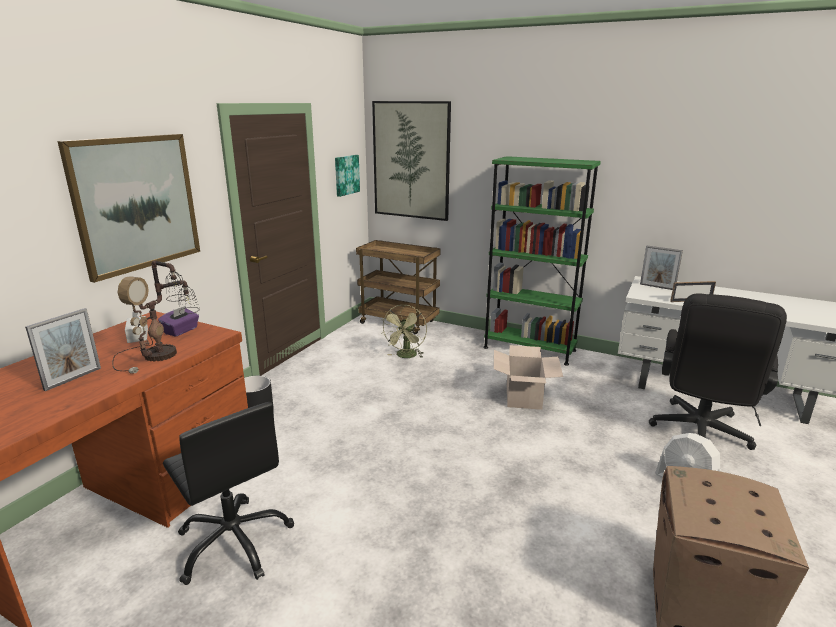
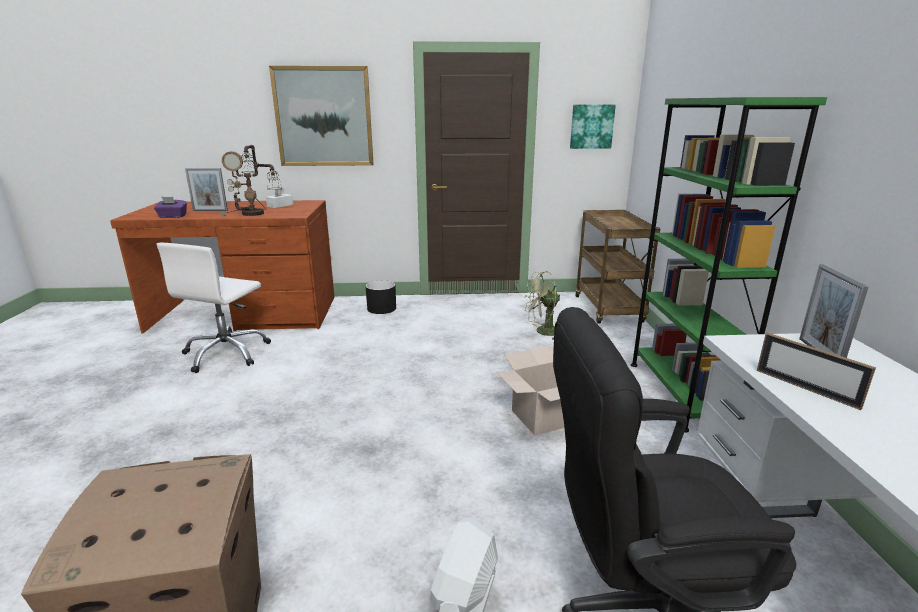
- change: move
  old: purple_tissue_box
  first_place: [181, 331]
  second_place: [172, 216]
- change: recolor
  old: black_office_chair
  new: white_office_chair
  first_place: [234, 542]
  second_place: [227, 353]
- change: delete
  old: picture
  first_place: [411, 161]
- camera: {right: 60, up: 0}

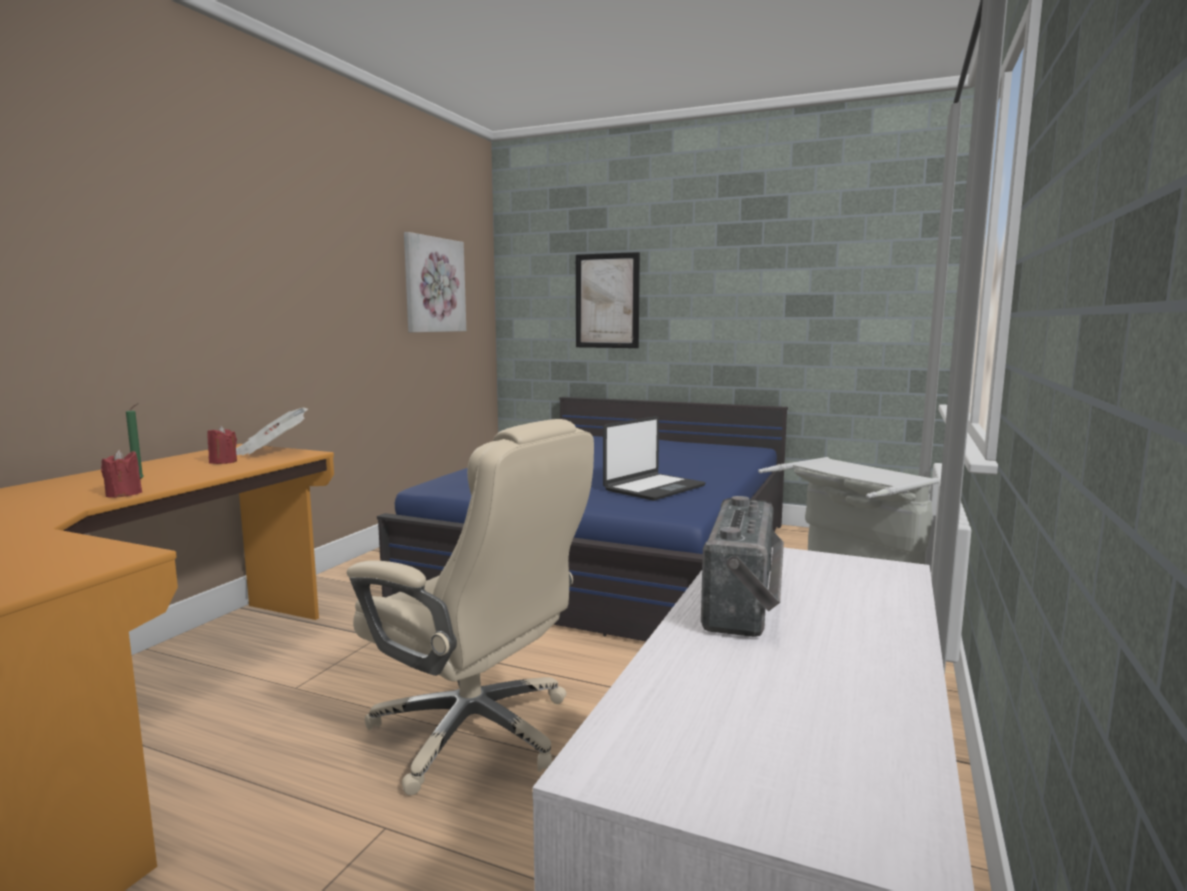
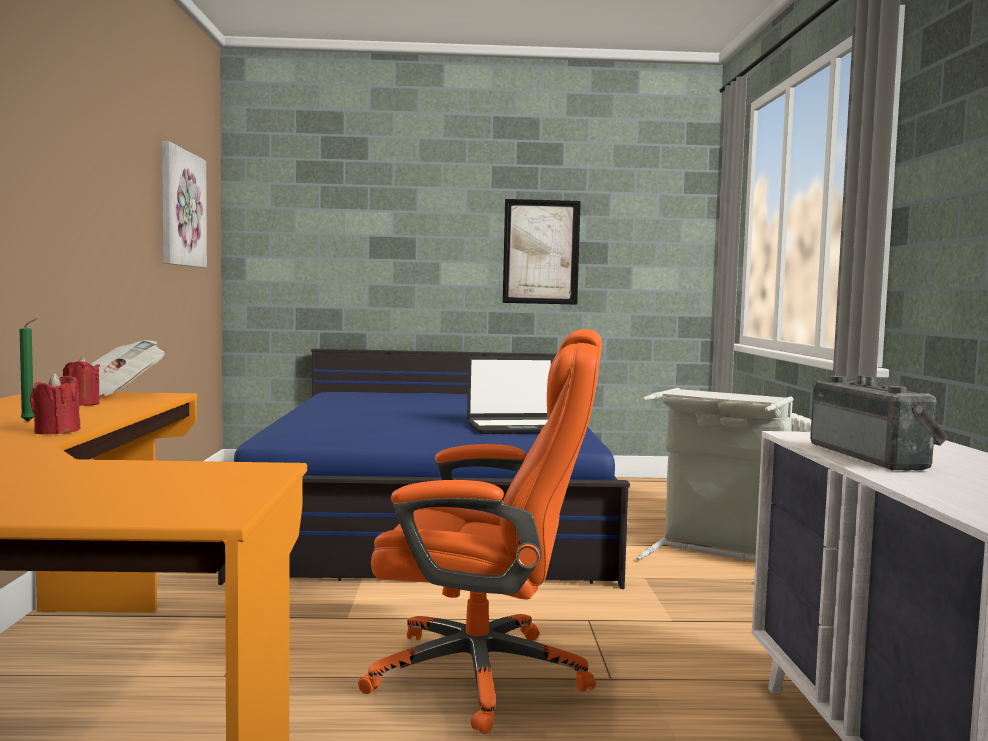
- change: recolor
  old: beige_office_chair
  new: orange_office_chair
  first_place: [476, 732]
  second_place: [484, 675]
- change: rotate
  old: laptop
  first_place: [653, 488]
  second_place: [516, 428]
  degrees: 60
- change: move
  old: picture
  first_place: [607, 301]
  second_place: [541, 252]
- camera: {right: -25, up: -5}

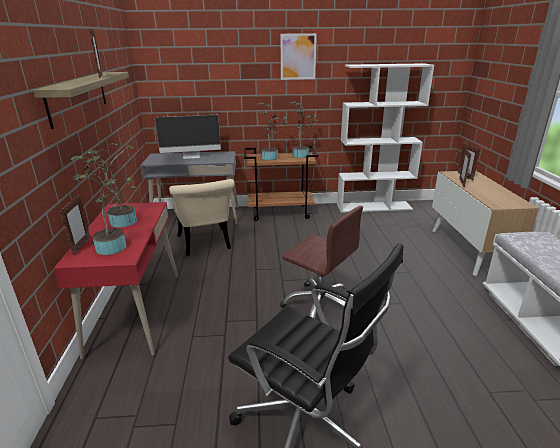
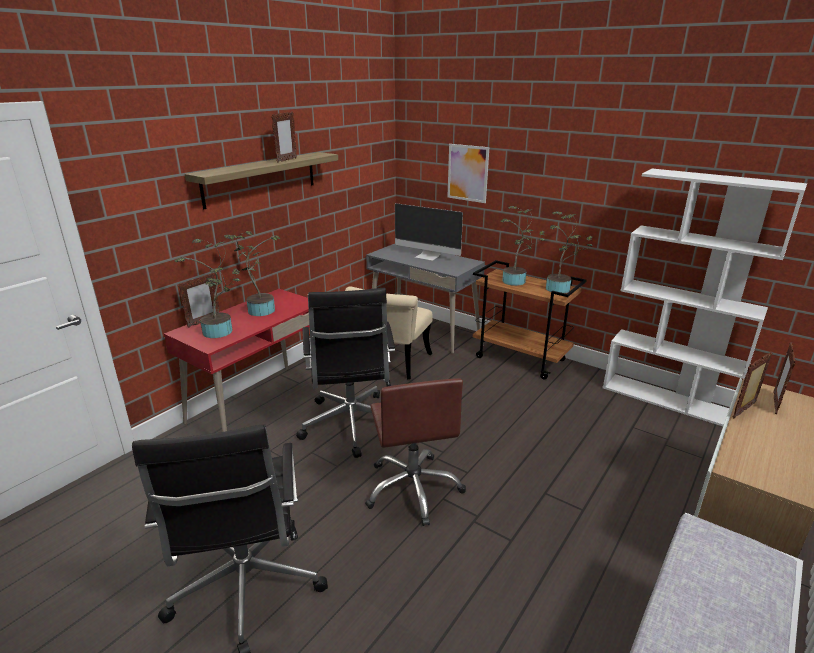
- change: insert
  new: black_office_chair
  second_place: [351, 426]
- change: move
  old: picture
  first_place: [298, 56]
  second_place: [467, 173]
- camera: {right: 40, up: 0}

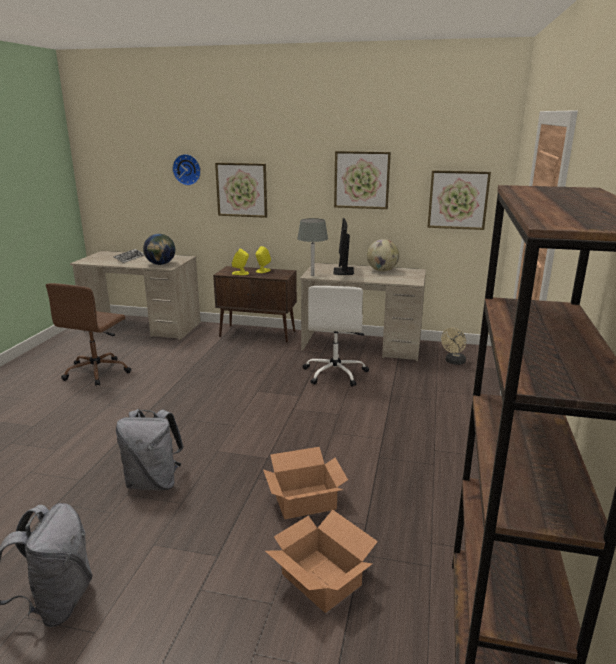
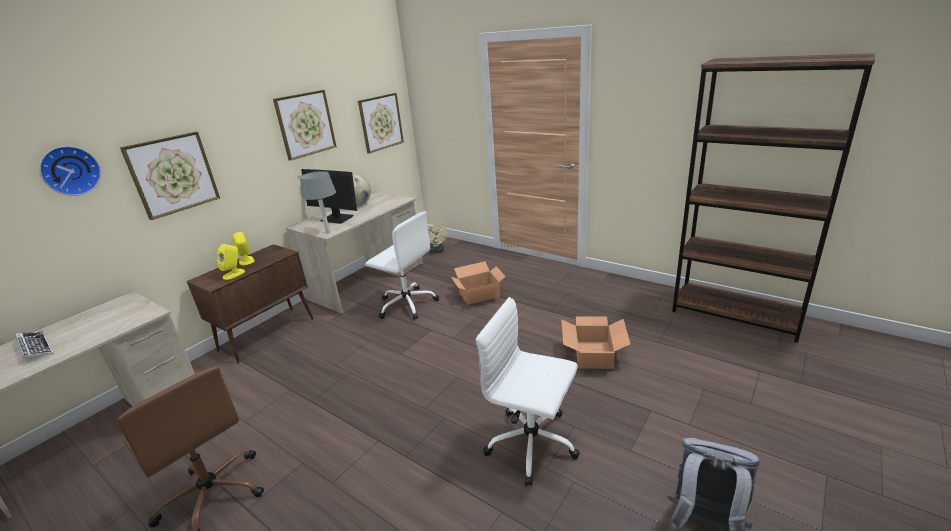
- change: move
  old: cardboard_box
  first_place: [321, 580]
  second_place: [480, 294]
- change: replace
  old: grey_backpack
  new: white_office_chair
  first_place: [154, 482]
  second_place: [533, 444]
- change: delete
  old: globe
  first_place: [161, 264]
- camera: {right: -65, up: 5}

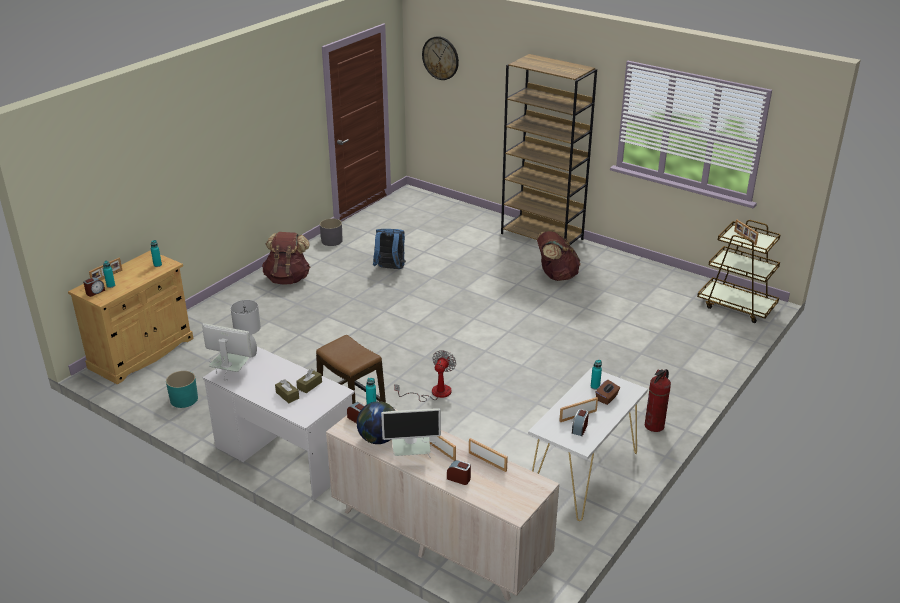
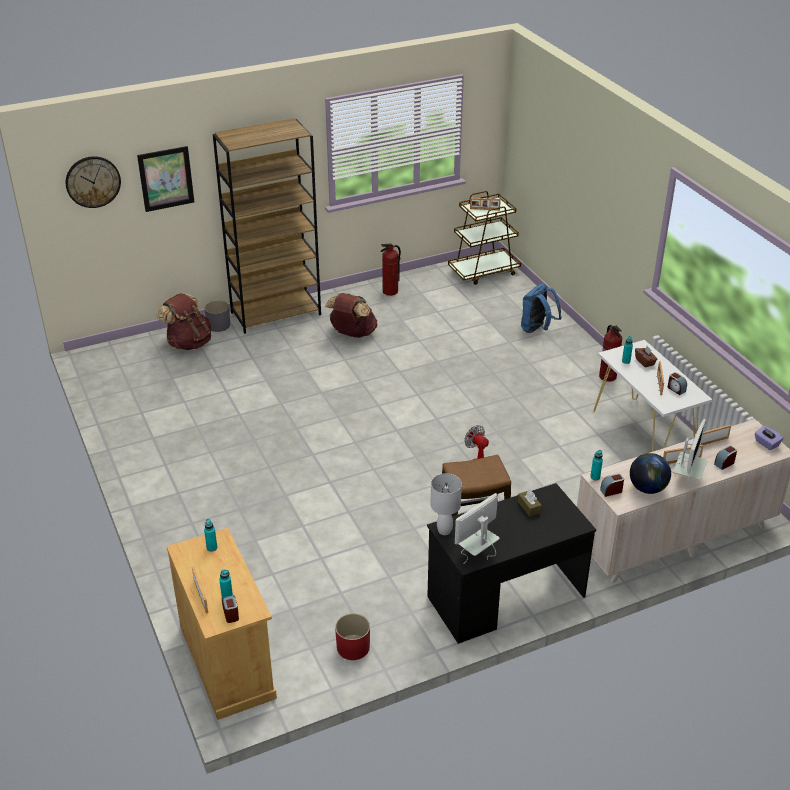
- change: insert
  new: picture
  second_place: [166, 178]
- change: move
  old: brown_backpack
  first_place: [288, 279]
  second_place: [189, 343]
- change: move
  old: grey_planter
  first_place: [332, 241]
  second_place: [218, 325]
- change: recolor
  old: turquoise_planter
  new: red_planter
  first_place: [184, 399]
  second_place: [353, 647]
- change: insert
  new: fire_extinguisher
  second_place: [390, 291]
- change: recolor
  old: white_desk
  new: black_desk
  first_place: [285, 456]
  second_place: [505, 597]
- change: move
  old: blue_backpack
  first_place: [390, 269]
  second_place: [537, 329]
- change: insert
  new: purple_tissue_box
  second_place: [766, 443]
- change: delete
  old: brown_tissue_box
  first_place: [287, 395]
- camera: {right: -60, up: 5}

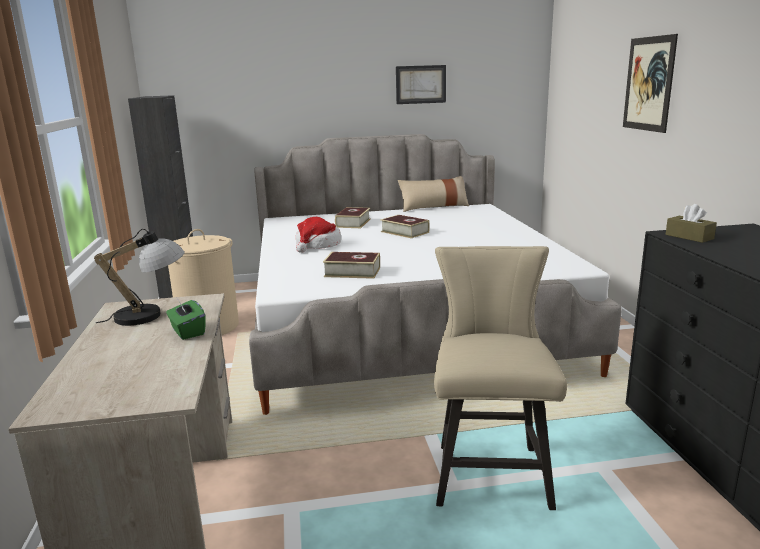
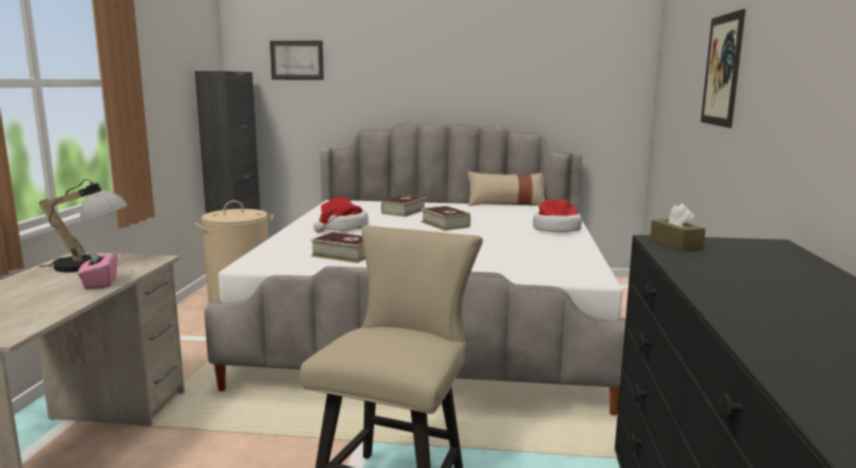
- change: recolor
  old: green_tissue_box
  new: pink_tissue_box
  first_place: [187, 331]
  second_place: [100, 283]
- change: move
  old: picture
  first_place: [420, 84]
  second_place: [297, 60]
- change: insert
  new: hat
  second_place: [556, 229]
- camera: {right: 15, up: -5}

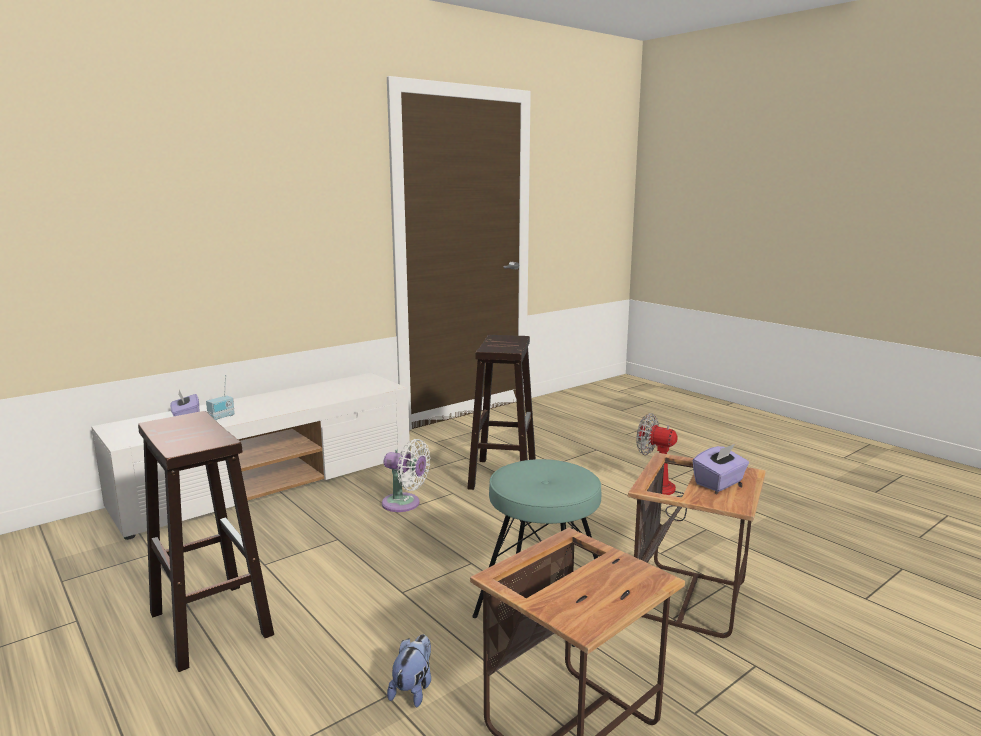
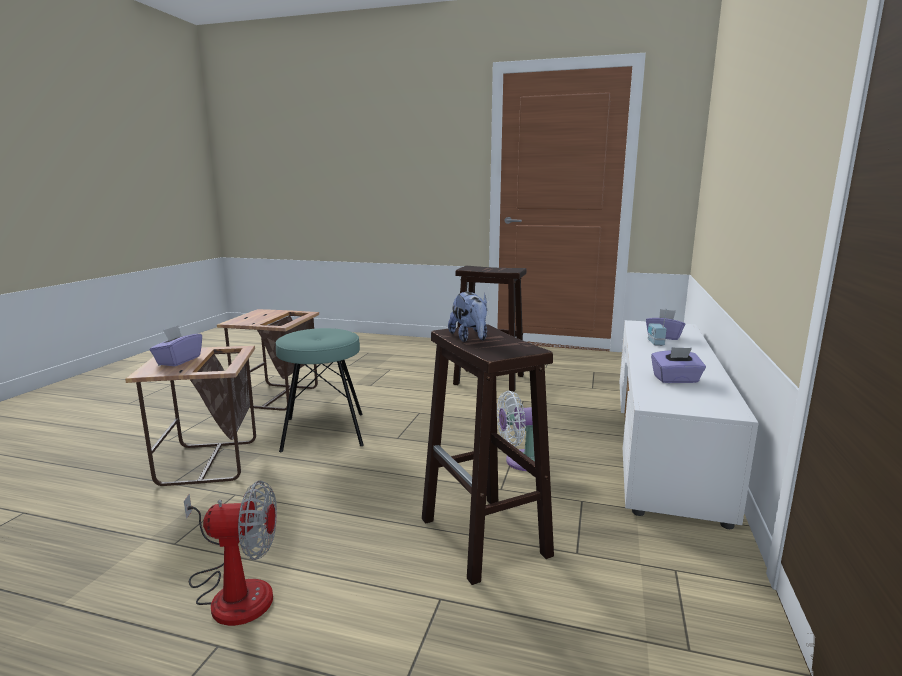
- change: move
  old: plush_toy
  first_place: [413, 689]
  second_place: [470, 338]
- change: insert
  new: purple_tissue_box
  second_place: [676, 380]
- camera: {right: 145, up: 0}

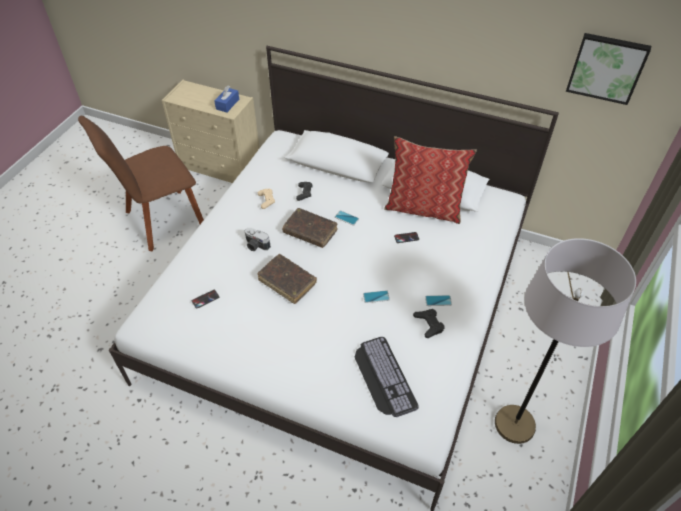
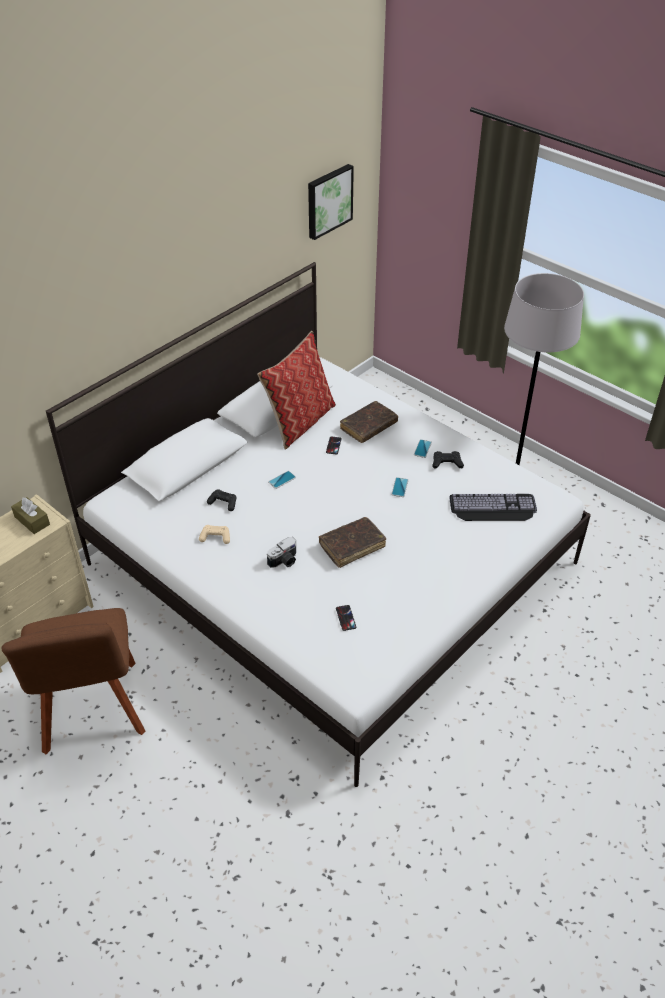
- change: recolor
  old: blue_tissue_box
  new: brown_tissue_box
  first_place: [227, 104]
  second_place: [32, 520]
- change: move
  old: brown_book
  first_place: [310, 232]
  second_place: [368, 426]
- camera: {right: -70, up: -5}

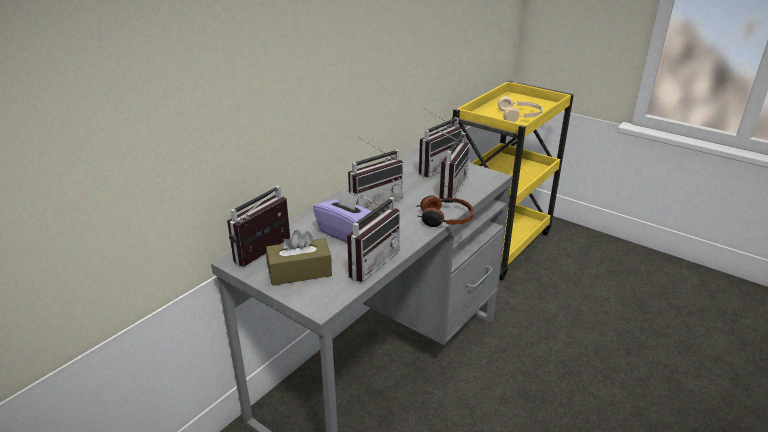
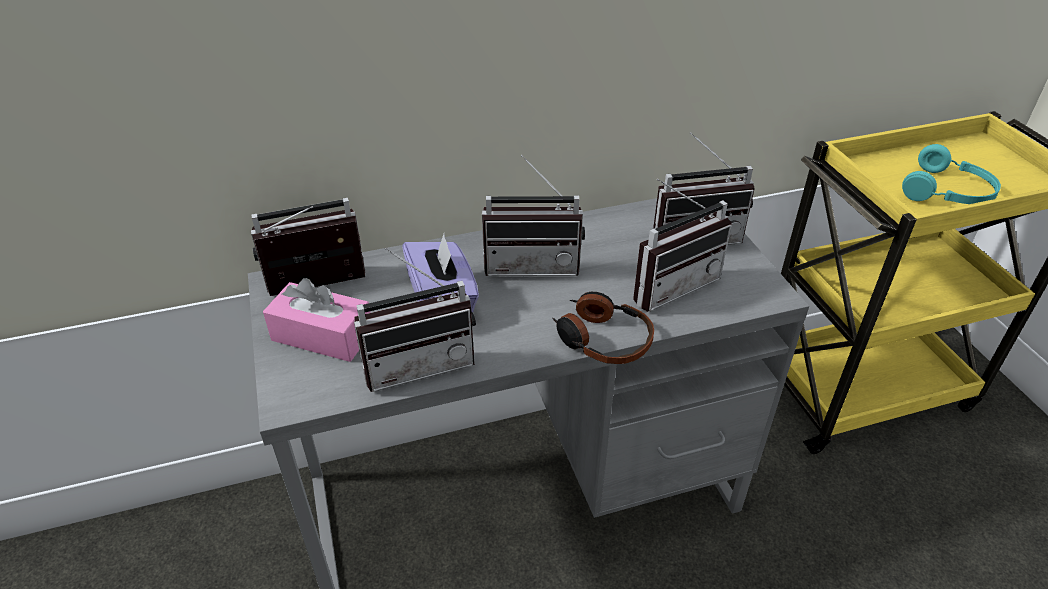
- change: recolor
  old: brown_tissue_box
  new: pink_tissue_box
  first_place: [300, 271]
  second_place: [322, 335]
- change: recolor
  old: beige_headphones
  new: turquoise_headphones
  first_place: [520, 116]
  second_place: [948, 192]
- camera: {right: 35, up: 10}

